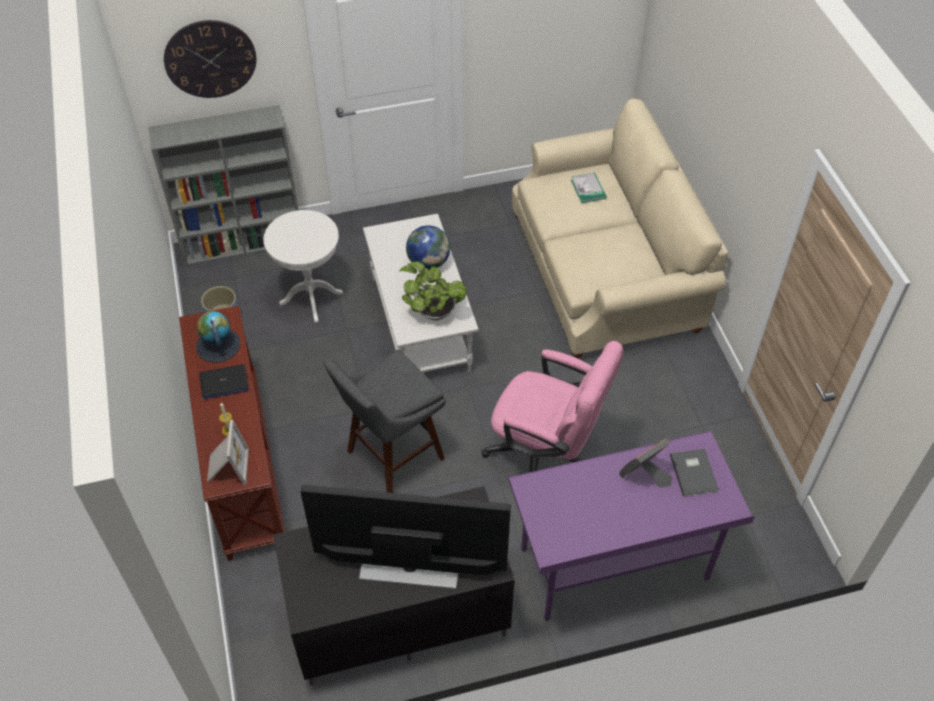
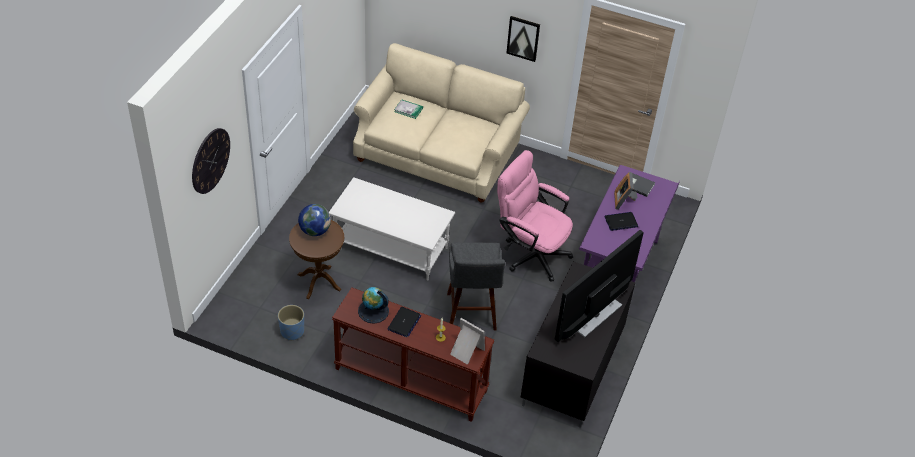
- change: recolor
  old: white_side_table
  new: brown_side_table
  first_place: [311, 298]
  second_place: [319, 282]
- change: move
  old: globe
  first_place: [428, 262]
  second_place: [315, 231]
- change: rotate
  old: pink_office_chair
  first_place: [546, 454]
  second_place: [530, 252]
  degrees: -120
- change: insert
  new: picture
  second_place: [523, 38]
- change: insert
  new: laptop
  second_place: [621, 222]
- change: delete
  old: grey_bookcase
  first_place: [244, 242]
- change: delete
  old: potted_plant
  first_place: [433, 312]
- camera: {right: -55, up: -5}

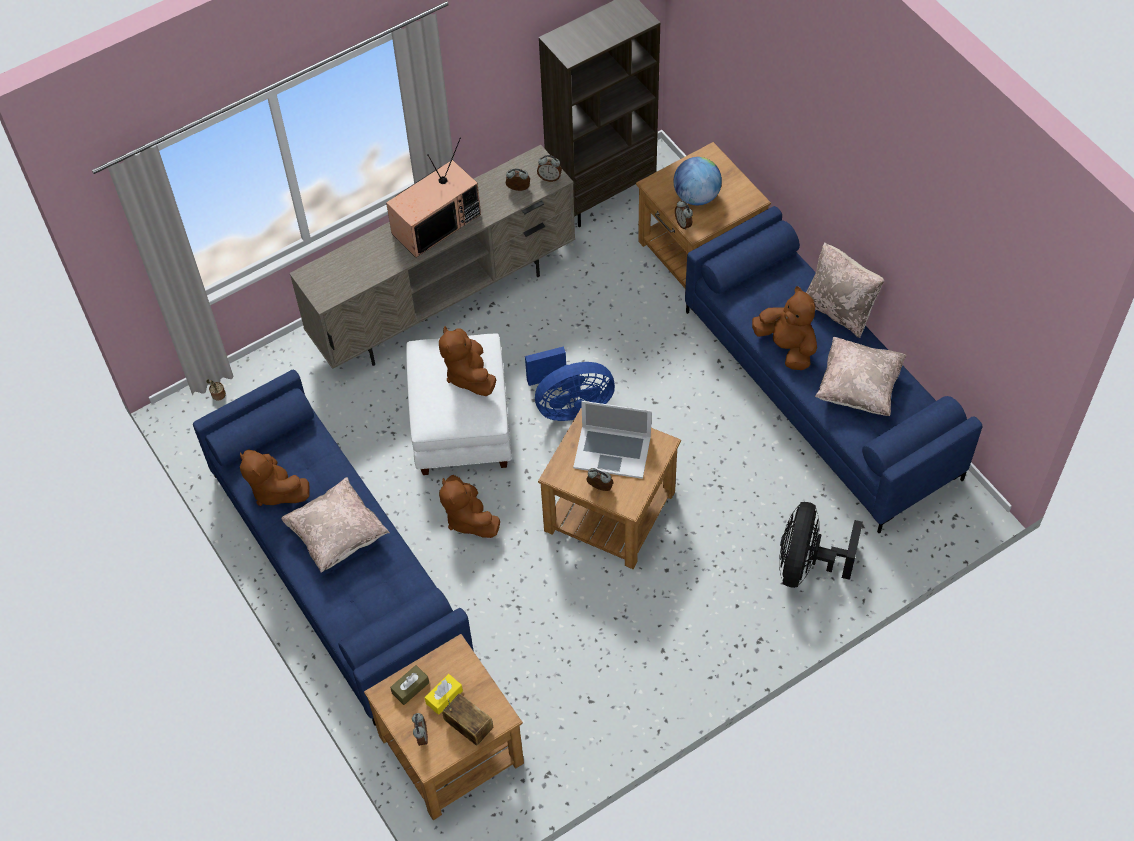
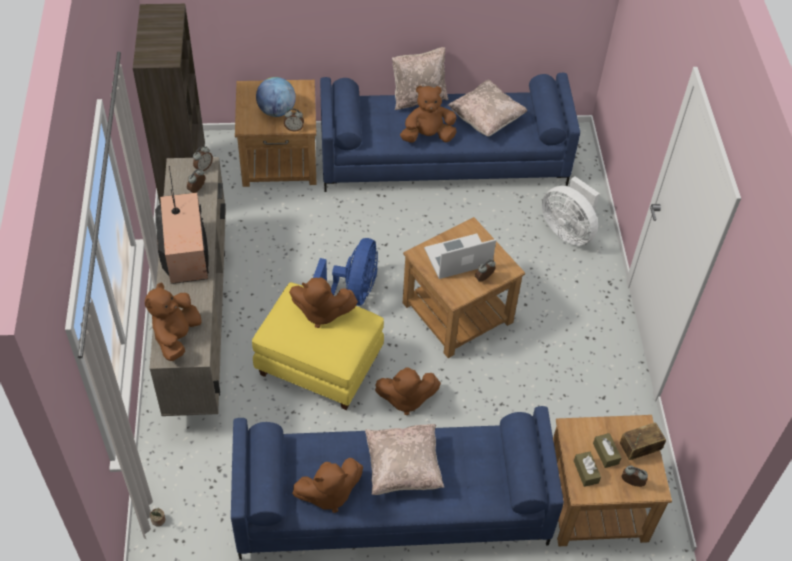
- change: insert
  new: brown_plush_toy
  second_place: [176, 337]
- change: recolor
  old: white_ottoman
  new: yellow_ottoman
  first_place: [460, 425]
  second_place: [318, 365]
- change: rotate
  old: laptop
  first_place: [612, 451]
  second_place: [458, 257]
  degrees: -150
- change: recolor
  old: black_fan
  new: white_fan
  first_place: [807, 564]
  second_place: [568, 231]
- change: recolor
  old: yellow_tissue_box
  new: brown_tissue_box
  first_place: [444, 697]
  second_place: [605, 453]
- camera: {right: -65, up: -5}

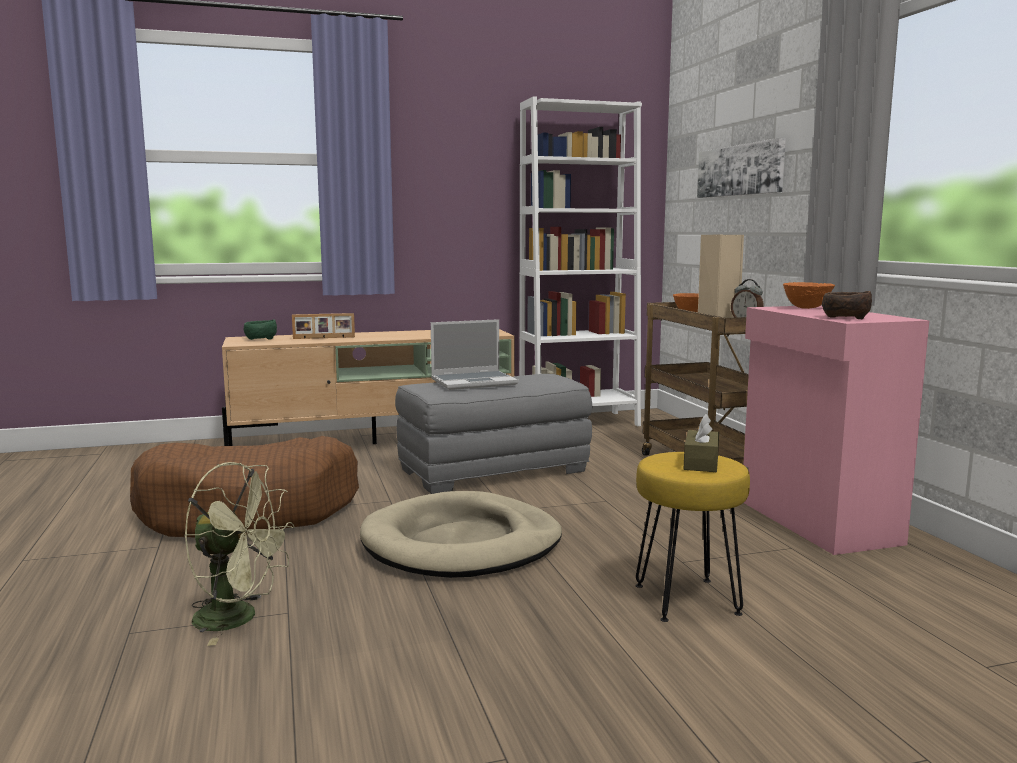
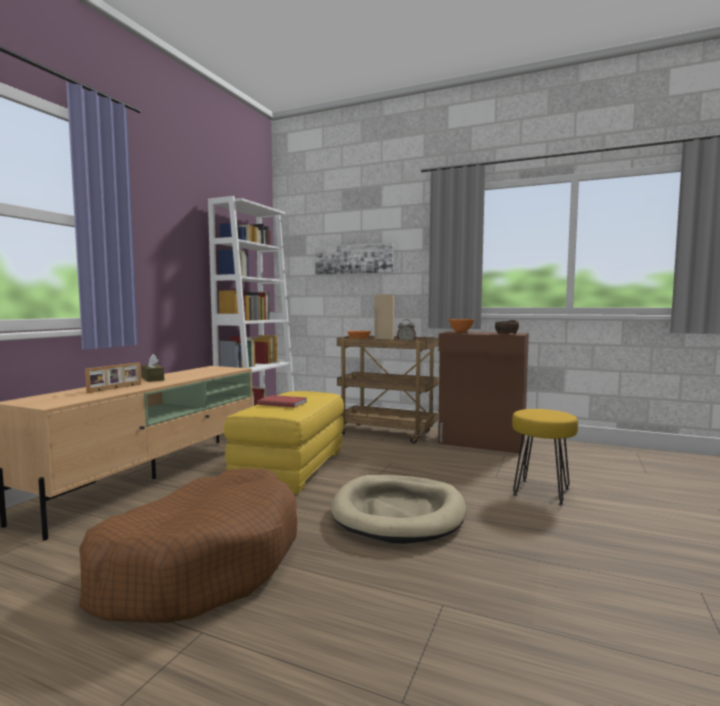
- change: move
  old: brown_tissue_box
  first_place: [701, 462]
  second_place: [152, 379]
- change: recolor
  old: grey_ottoman
  new: yellow_ottoman
  first_place: [493, 470]
  second_place: [290, 467]
- change: replace
  old: laptop
  new: red_book
  first_place: [474, 382]
  second_place: [283, 403]
- change: recolor
  old: pink_cabinet
  new: brown_cabinet
  first_place: [816, 522]
  second_place: [482, 443]
- change: delete
  old: green_fan
  first_place: [238, 618]
- change: delete
  old: green_bowl
  first_place: [260, 339]
- camera: {right: -50, up: -5}

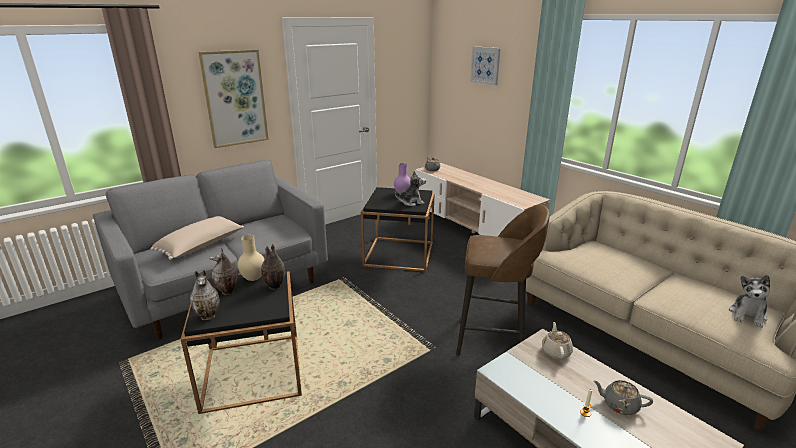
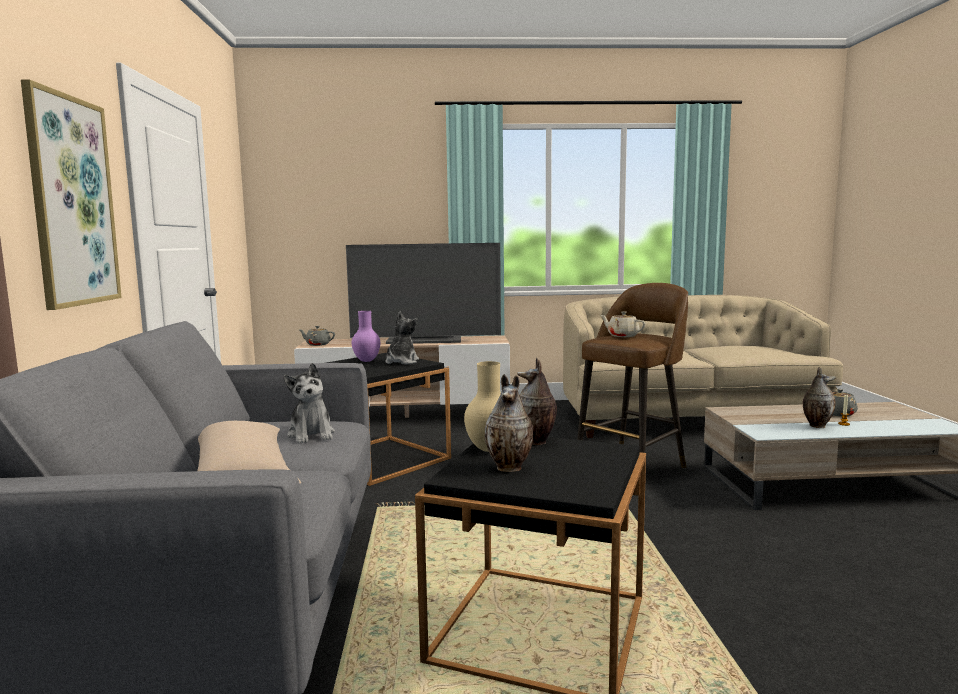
- change: move
  old: plush_toy
  first_place: [747, 315]
  second_place: [311, 434]
- change: insert
  new: television
  second_place: [425, 340]
- change: move
  old: beige_teapot
  first_place: [556, 351]
  second_place: [622, 336]
- change: move
  old: vase
  first_place: [209, 316]
  second_place: [816, 425]
- change: delete
  old: picture
  first_place: [485, 65]
- camera: {right: -55, up: -15}

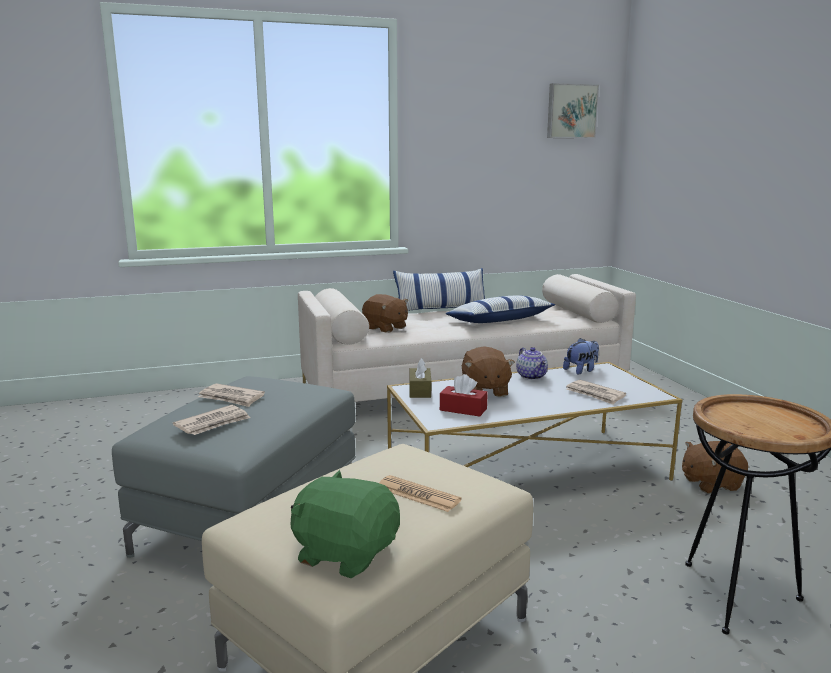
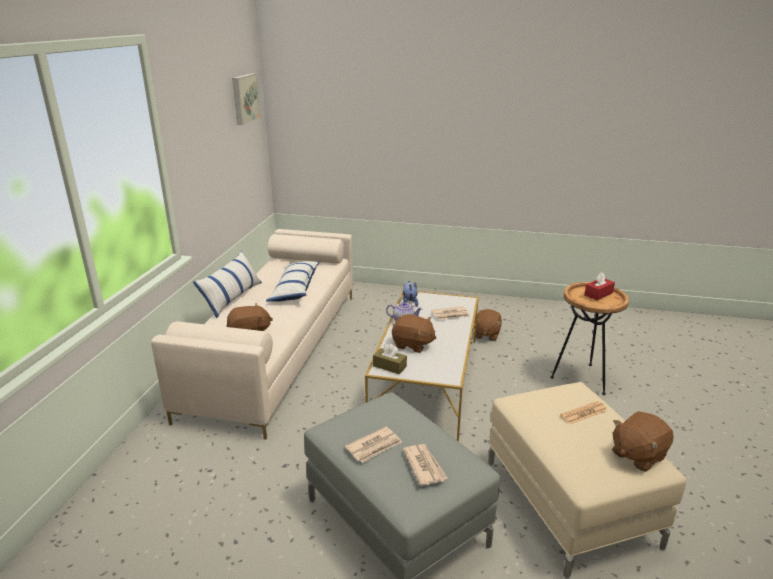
- change: move
  old: red_tissue_box
  first_place: [463, 409]
  second_place: [598, 294]
- change: recolor
  old: green_plush_toy
  new: brown_plush_toy
  first_place: [345, 553]
  second_place: [637, 455]
- camera: {right: -60, up: 10}

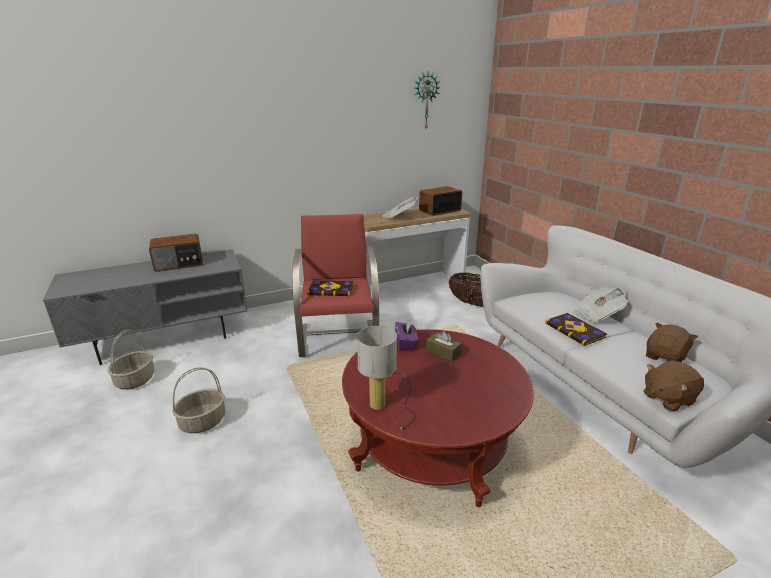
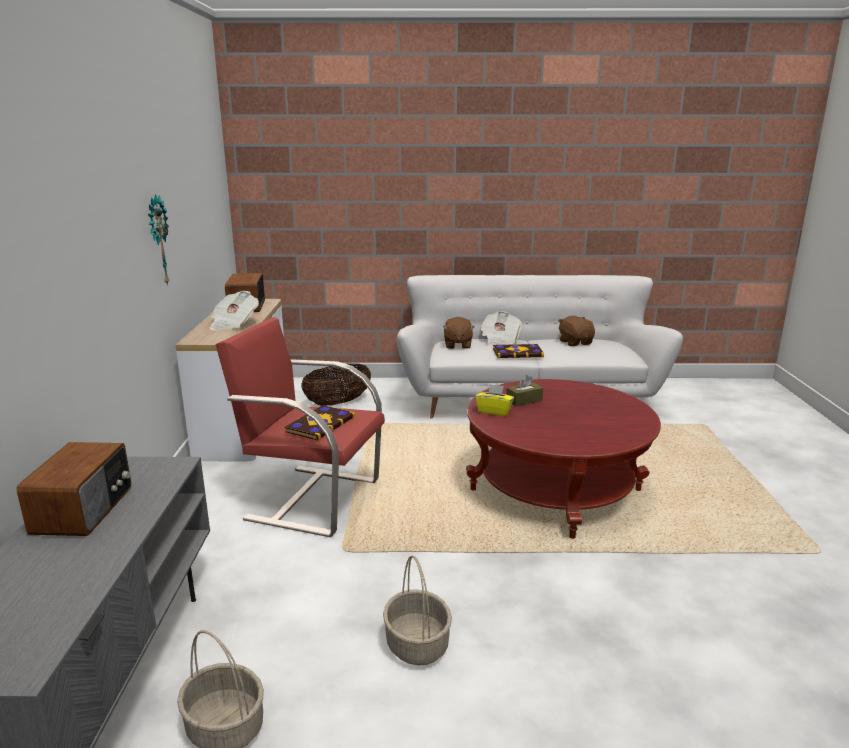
- change: move
  old: wall_clock
  first_place: [425, 101]
  second_place: [157, 241]
- change: move
  old: brown_plush_toy
  first_place: [667, 398]
  second_place: [457, 345]
- change: recolor
  old: purple_tissue_box
  new: yellow_tissue_box
  first_place: [406, 343]
  second_place: [494, 411]
- change: delete
  old: table_lamp
  first_place: [387, 401]
- camera: {right: -65, up: -5}

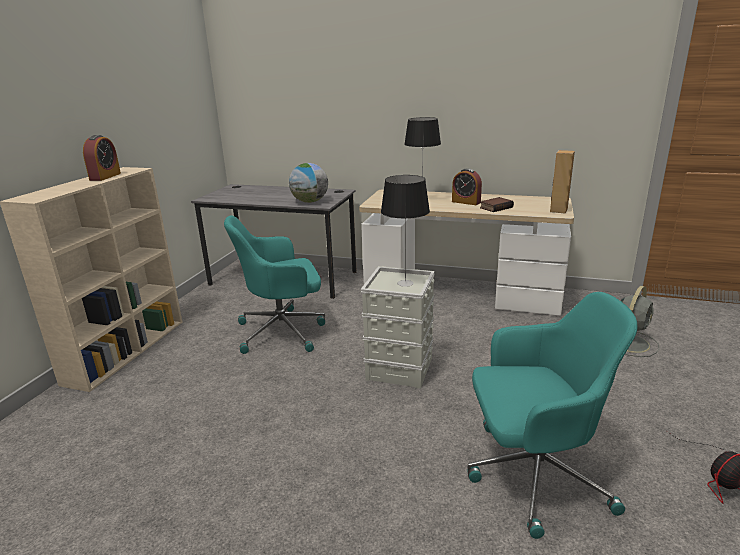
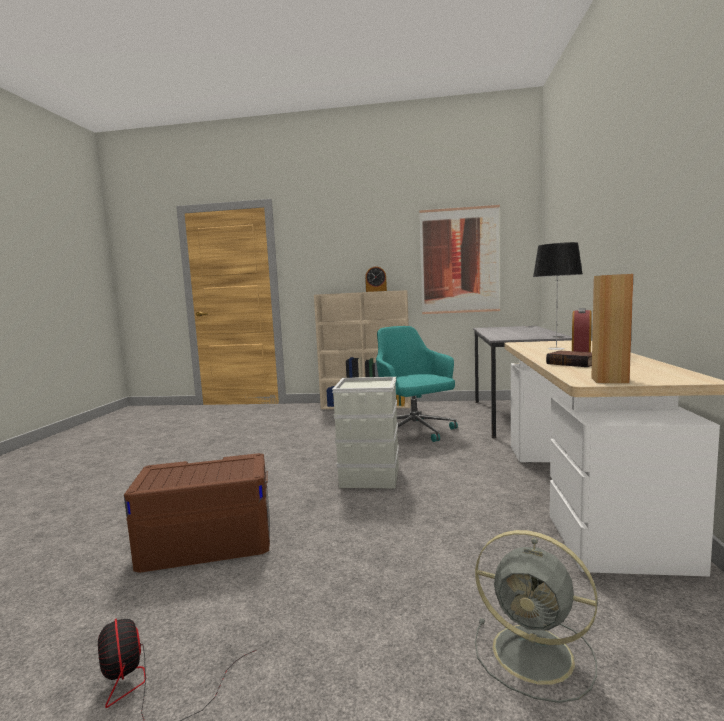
- change: replace
  old: turquoise_office_chair
  new: brown_storage_box
  first_place: [533, 474]
  second_place: [207, 542]
- change: insert
  new: picture
  second_place: [459, 260]
- change: delete
  old: globe
  first_place: [310, 202]
- change: delete
  old: table_lamp
  first_place: [405, 283]
- camera: {right: 80, up: -15}

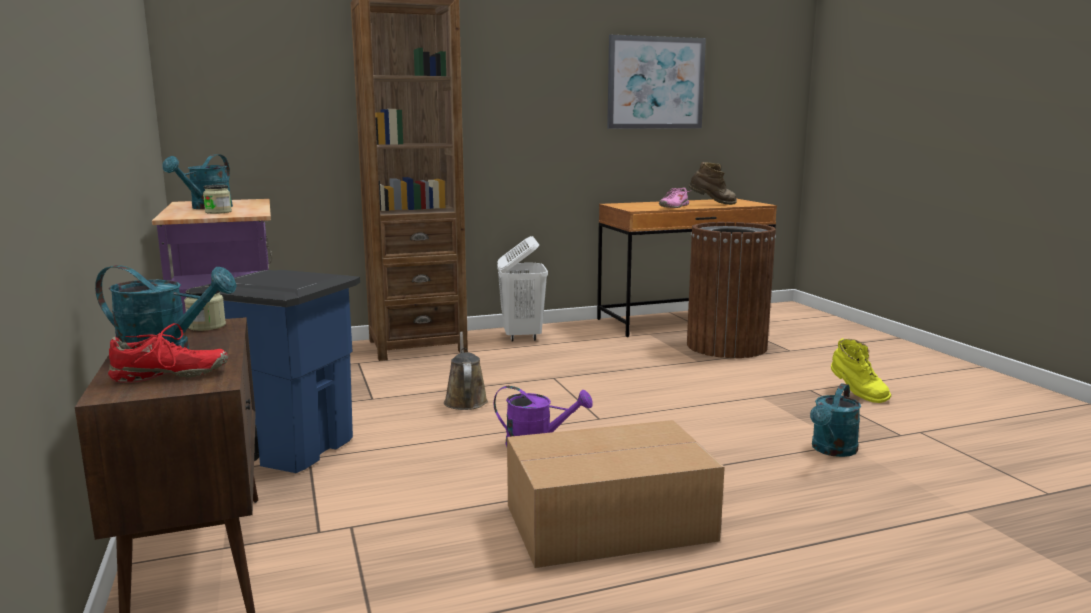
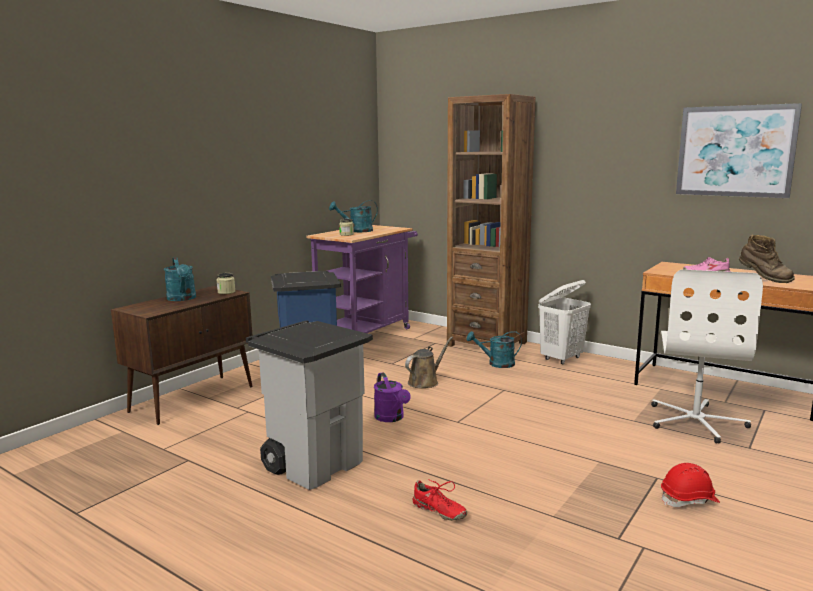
- change: replace
  old: cardboard_box
  new: grey_trash_can
  first_place: [606, 522]
  second_place: [315, 464]
- change: move
  old: red_shoe
  first_place: [170, 375]
  second_place: [439, 511]
- change: move
  old: turquoise_watering_can
  first_place: [832, 450]
  second_place: [496, 364]
- change: replace
  old: brown_trash_can
  new: white_office_chair
  first_place: [726, 346]
  second_place: [696, 421]
- change: replace
  old: yellow_boot
  new: red_hard_hat
  first_place: [856, 394]
  second_place: [689, 500]
- camera: {right: 55, up: 0}

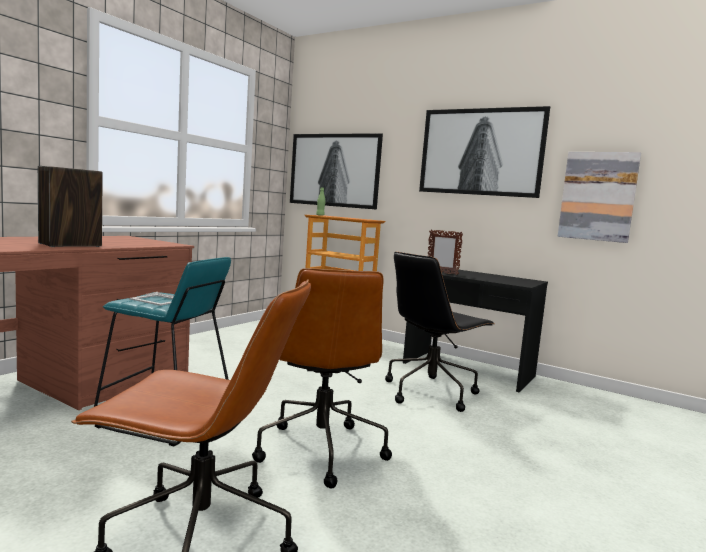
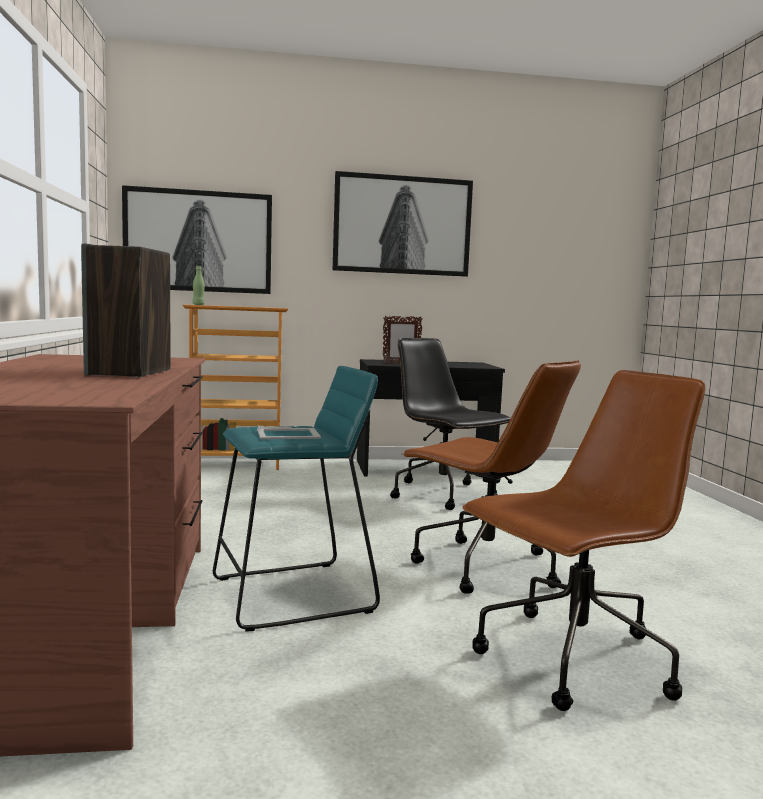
- change: rotate
  old: black_office_chair
  first_place: [430, 392]
  second_place: [443, 495]
  degrees: 135
- change: delete
  old: picture
  first_place: [597, 196]
- camera: {right: -40, up: 0}

